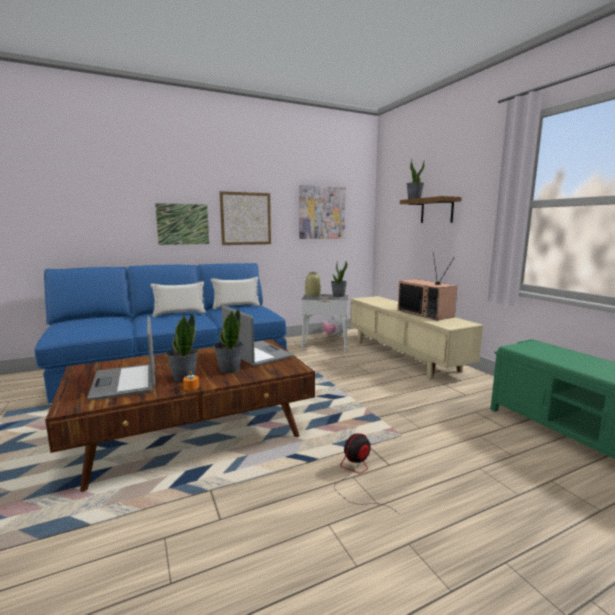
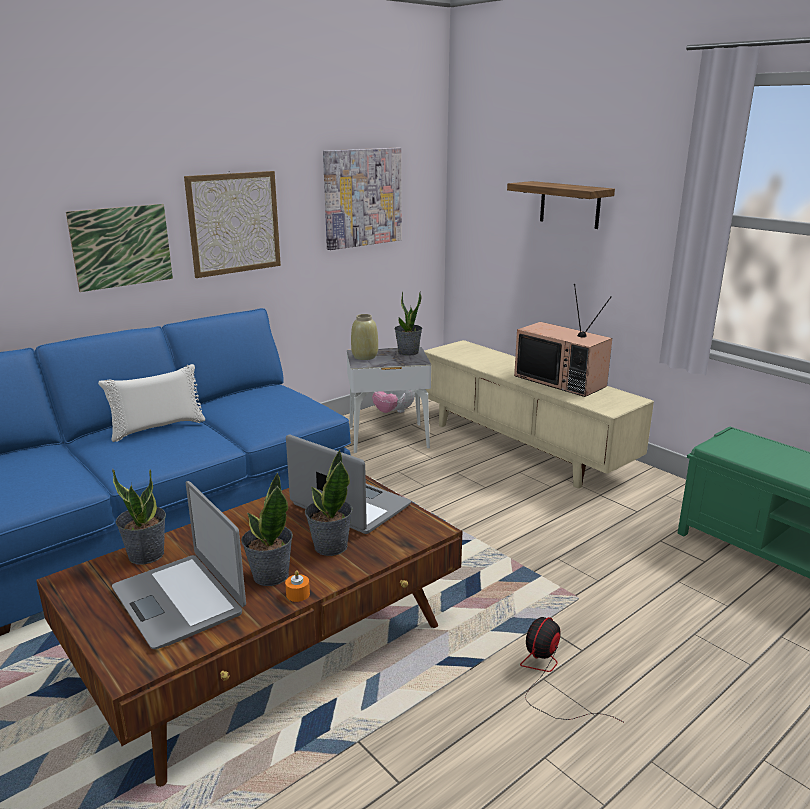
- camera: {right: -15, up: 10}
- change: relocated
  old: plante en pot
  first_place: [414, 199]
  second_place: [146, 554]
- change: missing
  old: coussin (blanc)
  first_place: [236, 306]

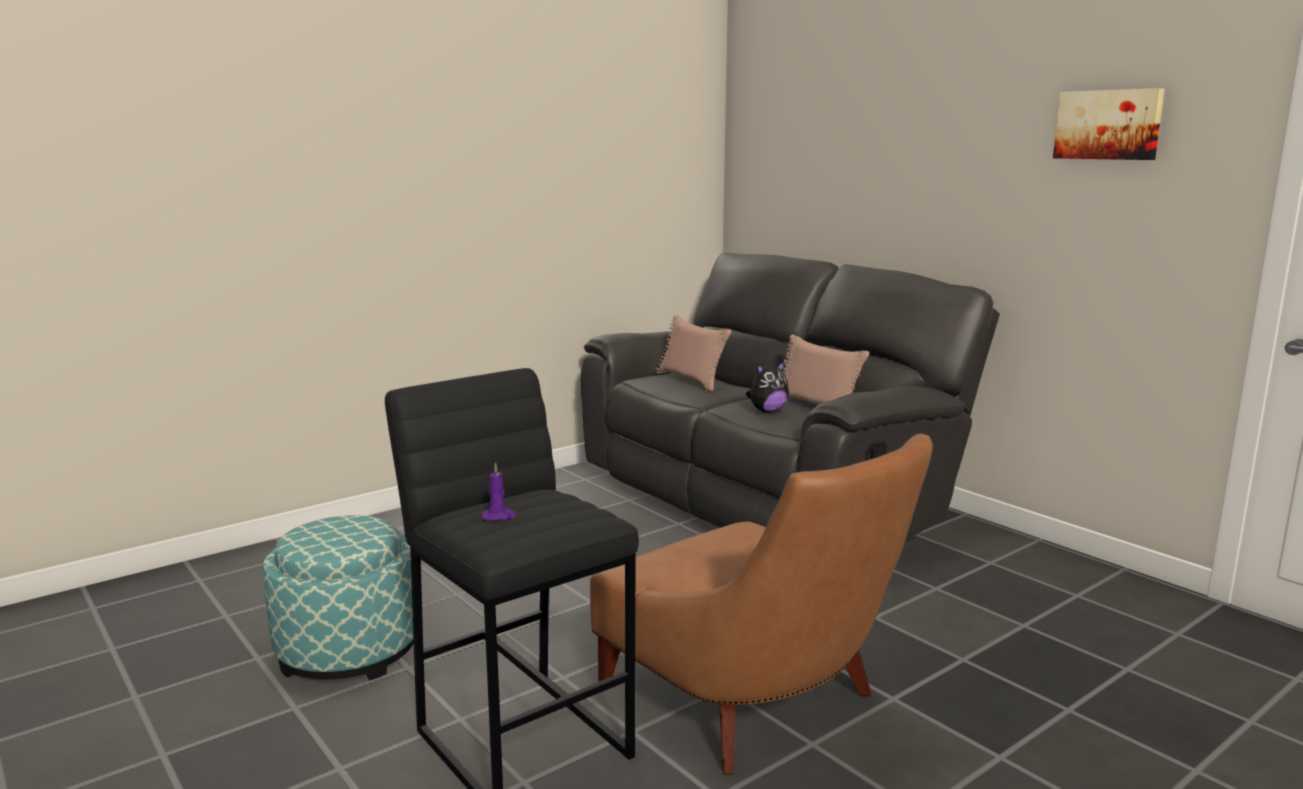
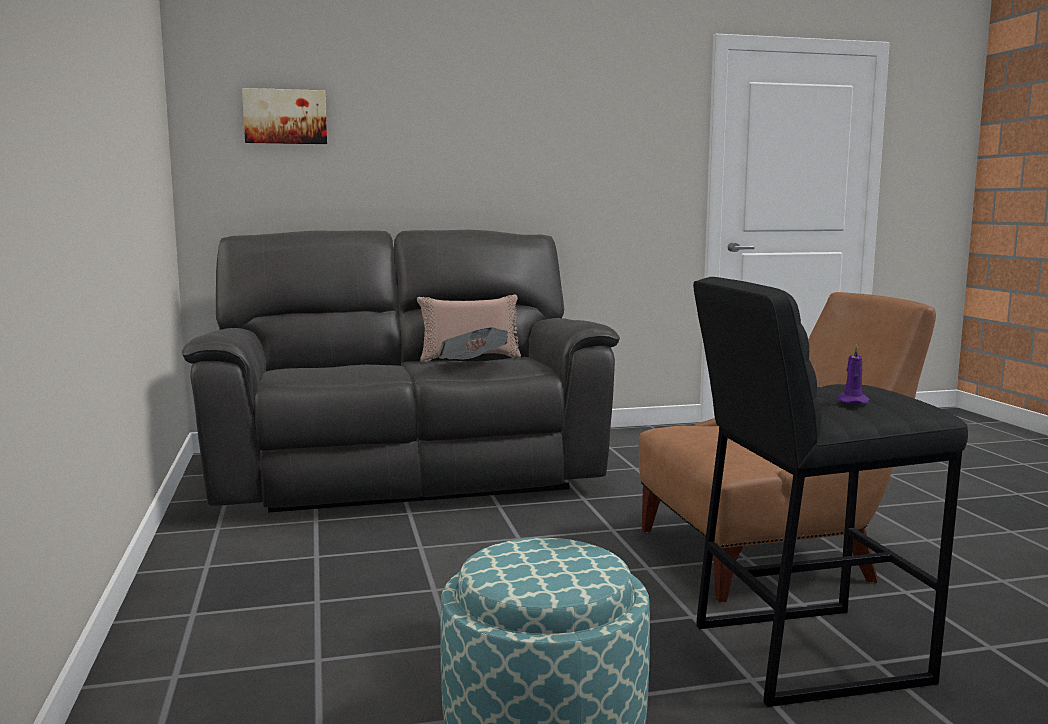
- camera: {right: -65, up: -5}
- change: relocated
  old: tableau
  first_place: [1108, 125]
  second_place: [285, 117]
- change: missing
  old: coussin (beige)
  first_place: [691, 381]
- change: exchanged
  old: peluche
  new: journal
  first_place: [767, 411]
  second_place: [473, 365]

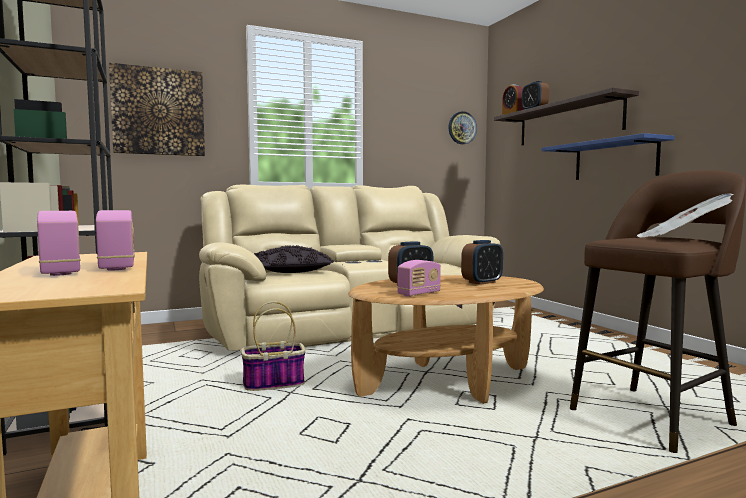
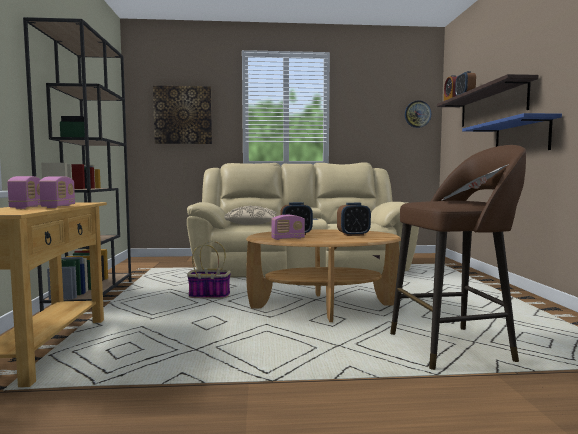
- camera: {right: 20, up: 0}
- change: colour
  old: coussin (noir)
  new: coussin (beige)
  first_place: [290, 271]
  second_place: [251, 223]

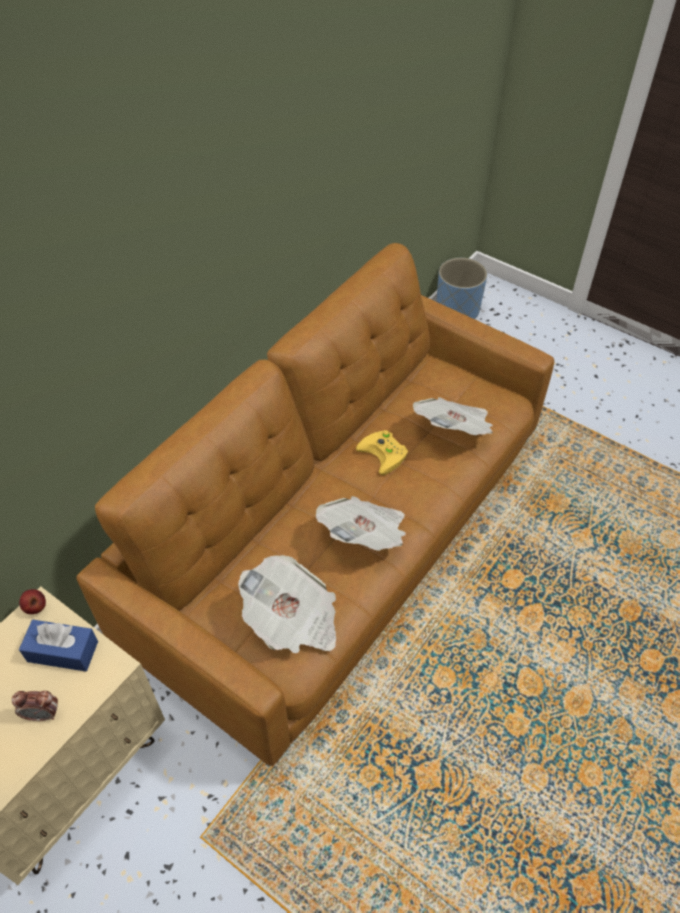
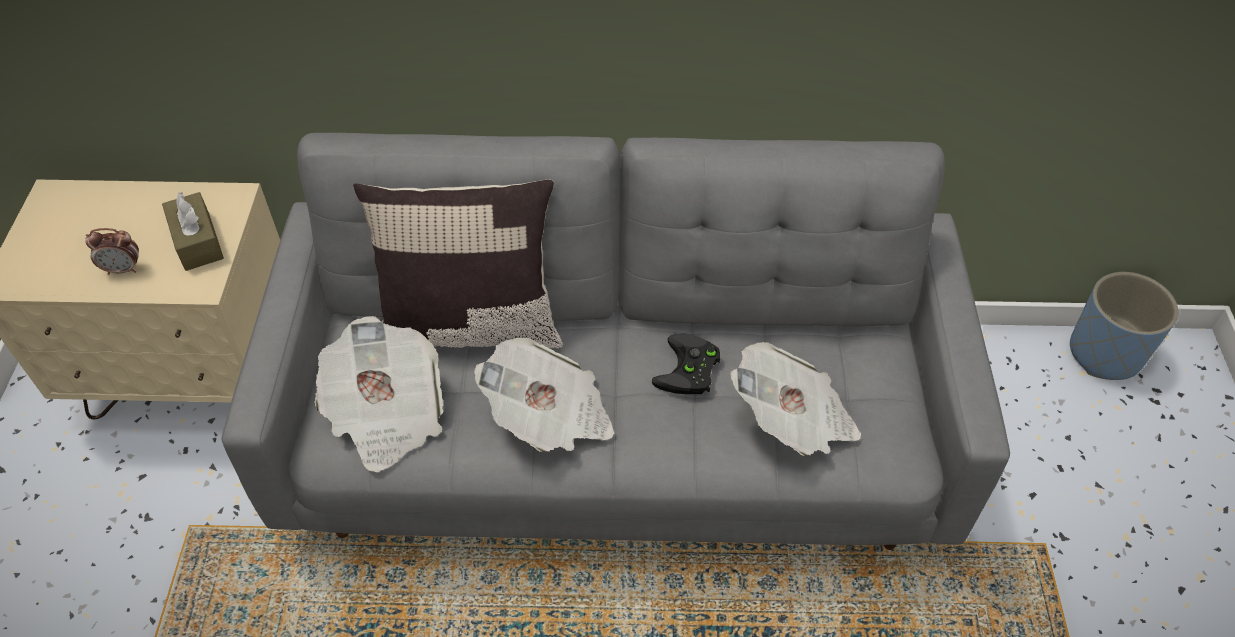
- camera: {right: 55, up: 0}
- change: colour
  old: canapé (marron)
  new: canapé (gris)
  first_place: [340, 543]
  second_place: [618, 440]
- change: colour
  old: manette (jaune)
  new: manette (noir)
  first_place: [385, 454]
  second_place: [689, 371]
- change: missing
  old: pomme
  first_place: [36, 607]
- change: colour
  old: boîte à mouchoirs (bleu)
  new: boîte à mouchoirs (marron)
  first_place: [63, 651]
  second_place: [197, 241]
- change: spun
  old: réveil
  first_place: [43, 714]
  second_place: [124, 269]
  degrees: -60
- change: appeared
  new: coussin
  second_place: [472, 325]

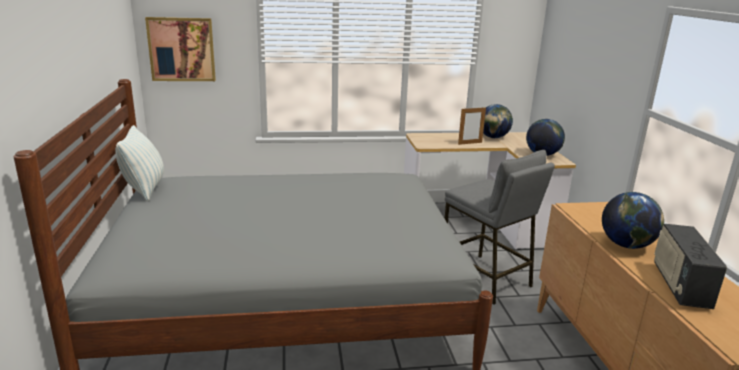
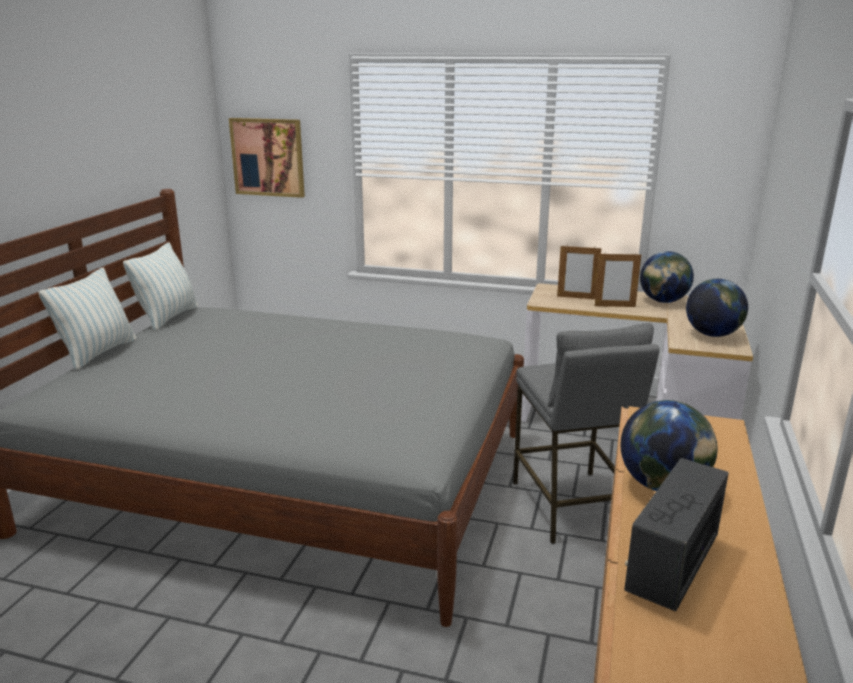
- camera: {right: 25, up: 0}
- change: appeared
  new: cadre photo
  second_place: [576, 297]
- change: appeared
  new: coussin
  second_place: [98, 353]

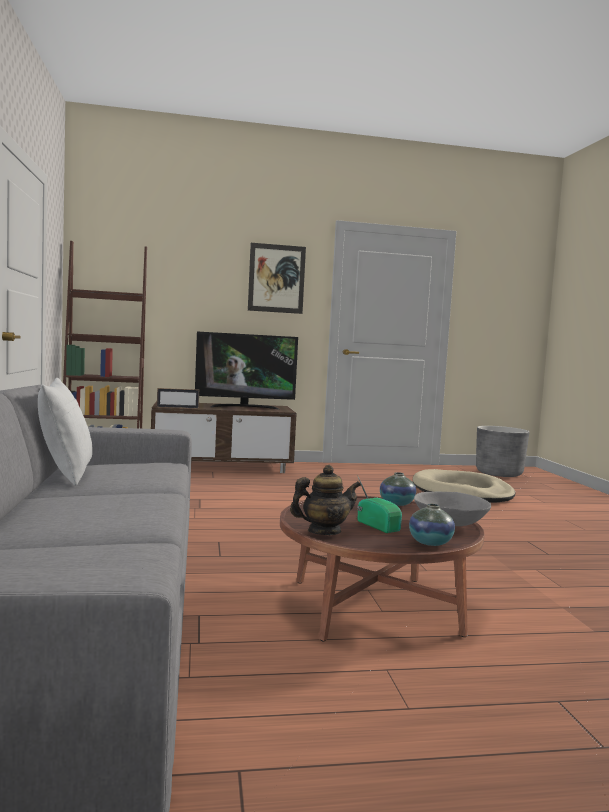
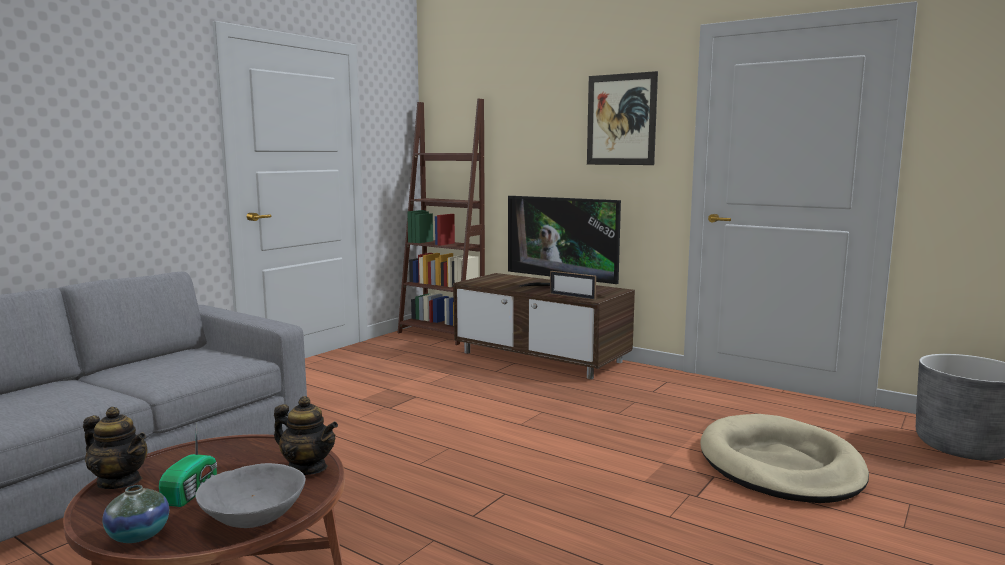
- camera: {right: 45, up: 5}
- change: missing
  old: coussin (gris)
  first_place: [65, 475]
- change: relocated
  old: cadre photo
  first_place: [177, 407]
  second_place: [572, 296]
- change: exchanged
  old: vase
  new: théière
  first_place: [396, 504]
  second_place: [307, 468]

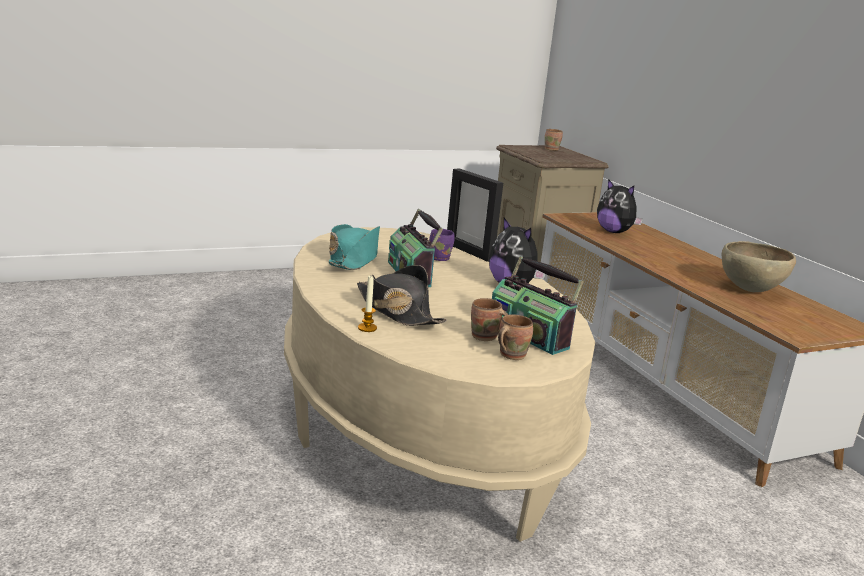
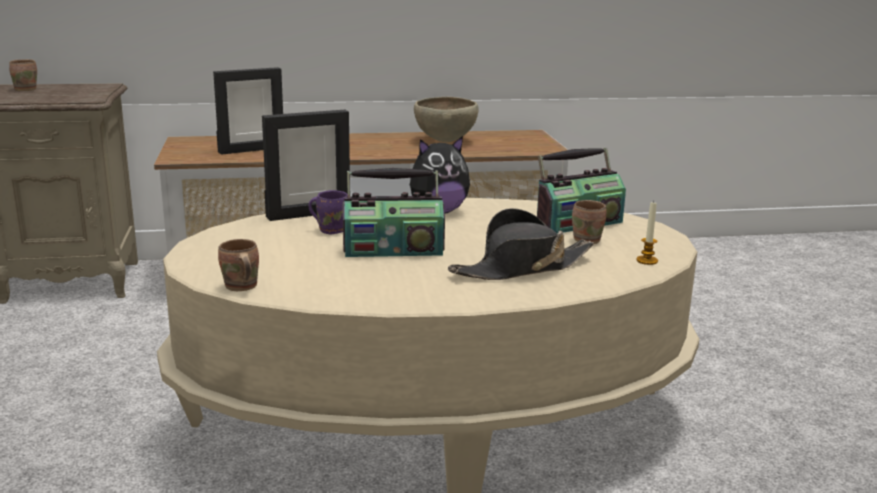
- camera: {right: -75, up: 0}
- change: exchanged
  old: peluche
  new: cadre photo
  first_place: [614, 232]
  second_place: [251, 149]
- change: missing
  old: chapeau (turquoise)
  first_place: [354, 259]
- change: relocated
  old: bougie
  first_place: [367, 328]
  second_place: [647, 261]
- change: relocated
  old: mug (marron)
  first_place: [510, 355]
  second_place: [240, 287]

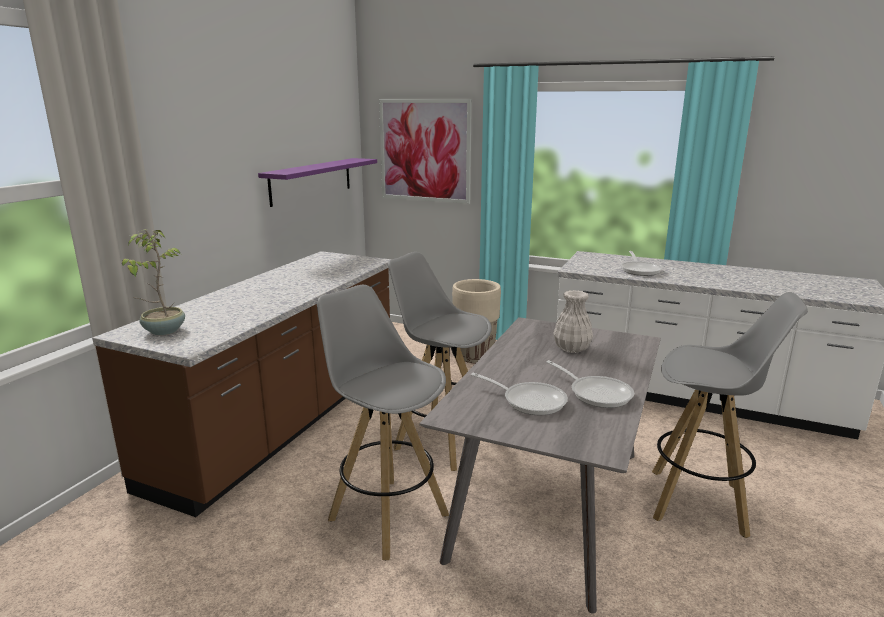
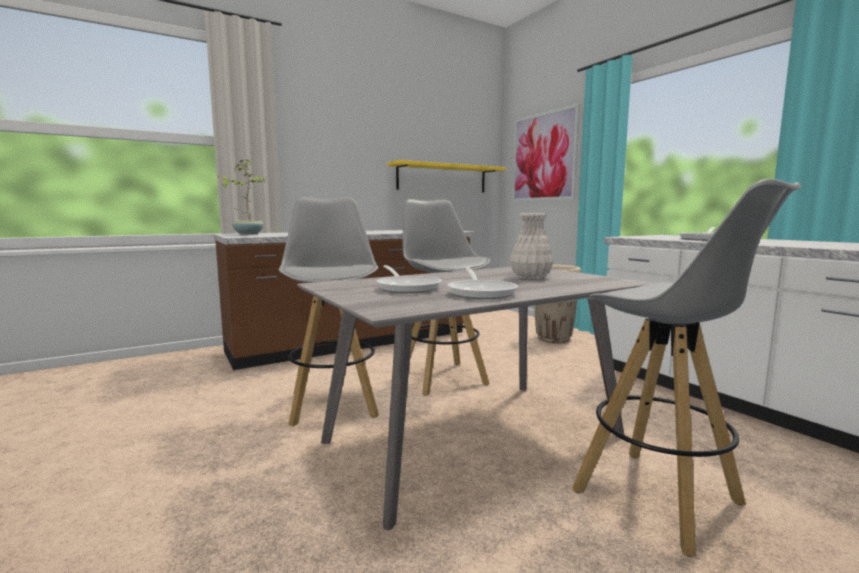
- camera: {right: 35, up: -10}
- change: colour
  old: étagère (violet)
  new: étagère (jaune)
  first_place: [312, 180]
  second_place: [442, 178]

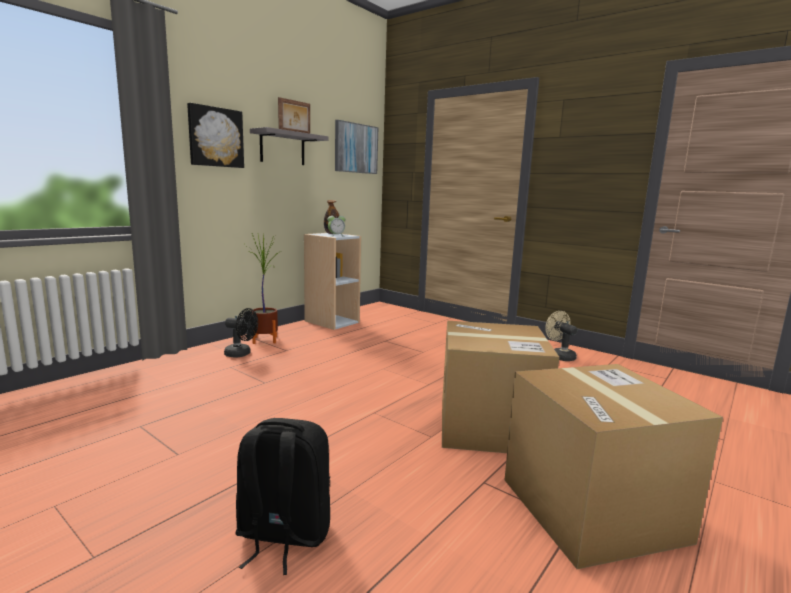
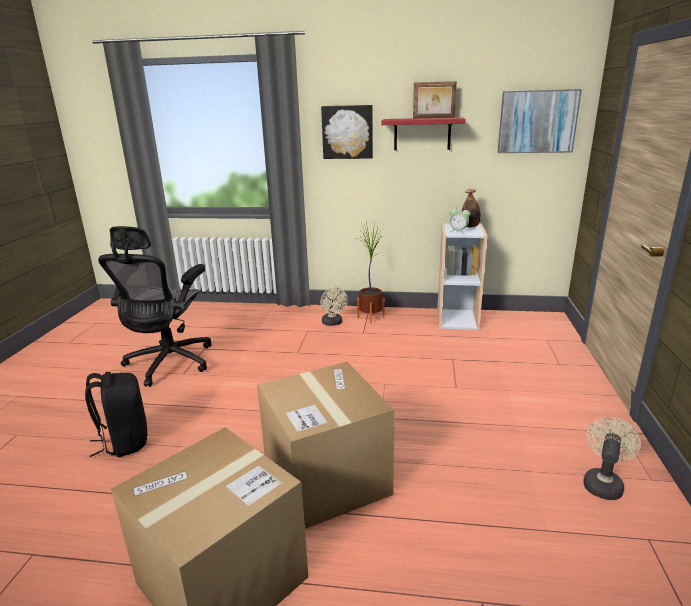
- camera: {right: 60, up: 10}
- change: colour
  old: étagère (gris)
  new: étagère (rouge)
  first_place: [282, 148]
  second_place: [422, 134]
- change: colour
  old: ventilateur (noir)
  new: ventilateur (beige)
  first_place: [241, 354]
  second_place: [333, 323]
- change: appeared
  new: chaise de bureau
  second_place: [170, 363]

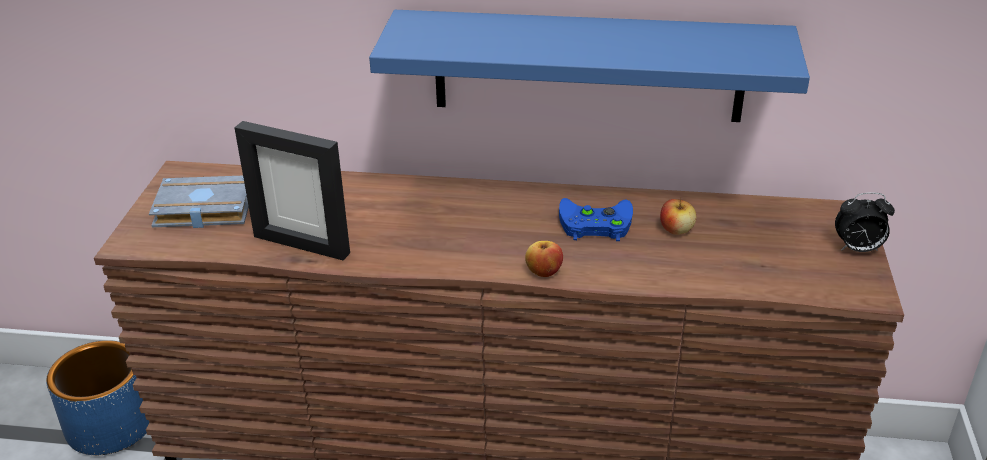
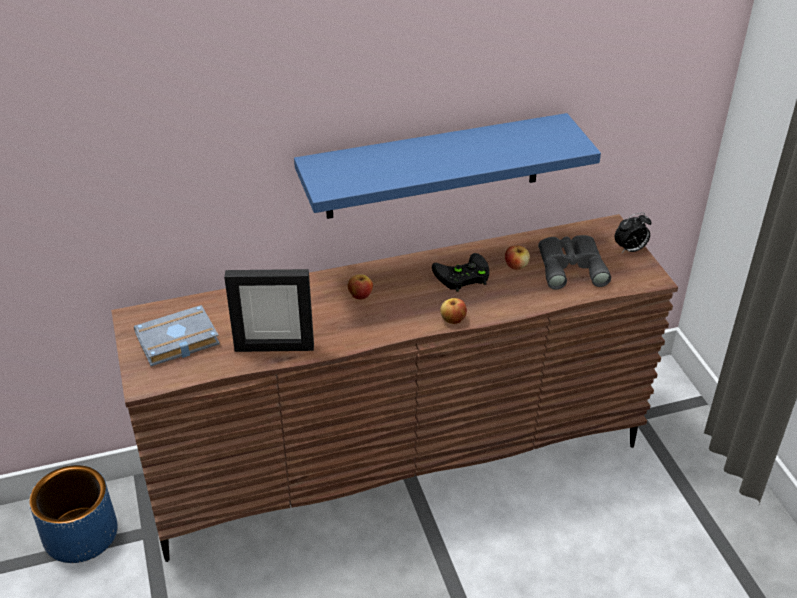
- camera: {right: -25, up: 5}
- change: colour
  old: manette (bleu)
  new: manette (noir)
  first_place: [593, 224]
  second_place: [461, 276]
- change: appeared
  new: jumelles (gris)
  second_place: [571, 265]
- change: appeared
  new: pomme
  second_place: [360, 295]

